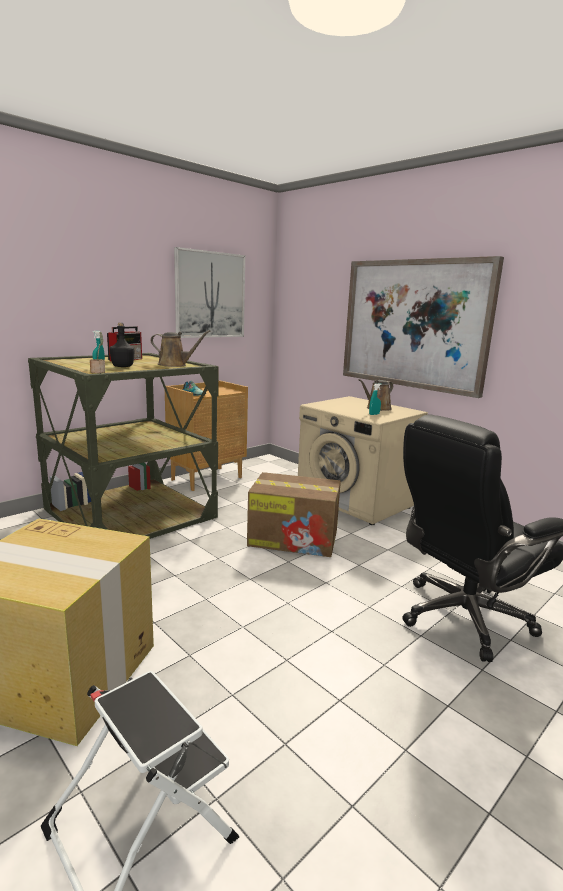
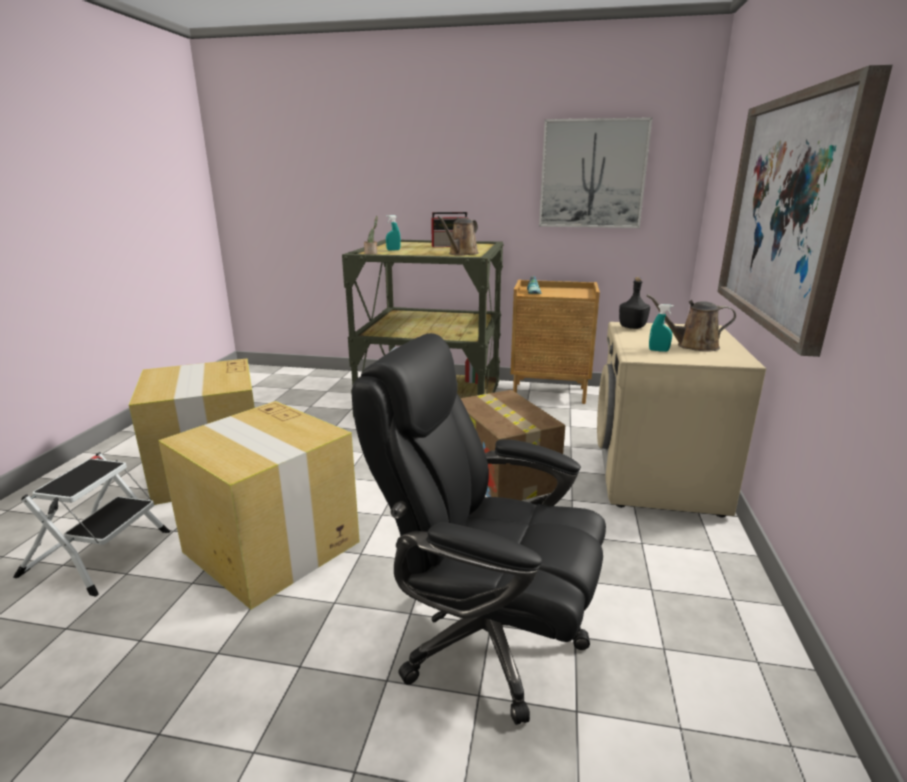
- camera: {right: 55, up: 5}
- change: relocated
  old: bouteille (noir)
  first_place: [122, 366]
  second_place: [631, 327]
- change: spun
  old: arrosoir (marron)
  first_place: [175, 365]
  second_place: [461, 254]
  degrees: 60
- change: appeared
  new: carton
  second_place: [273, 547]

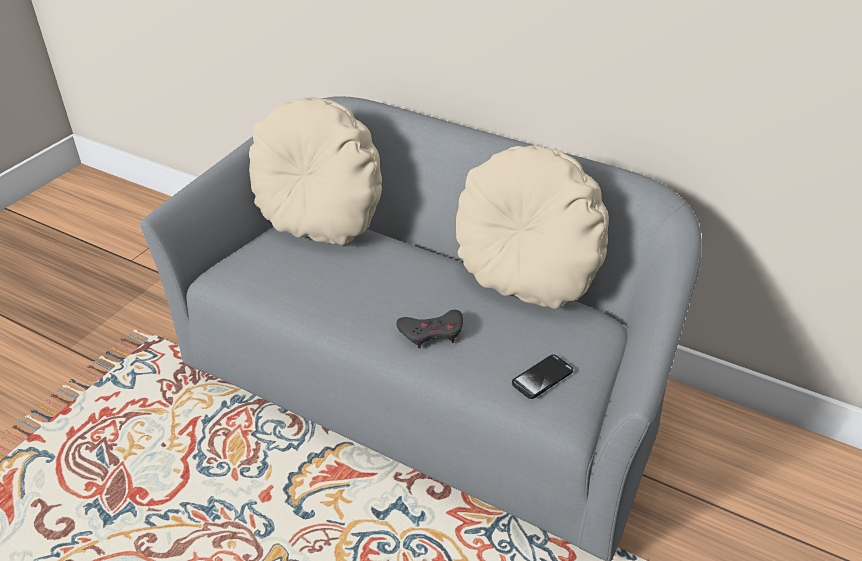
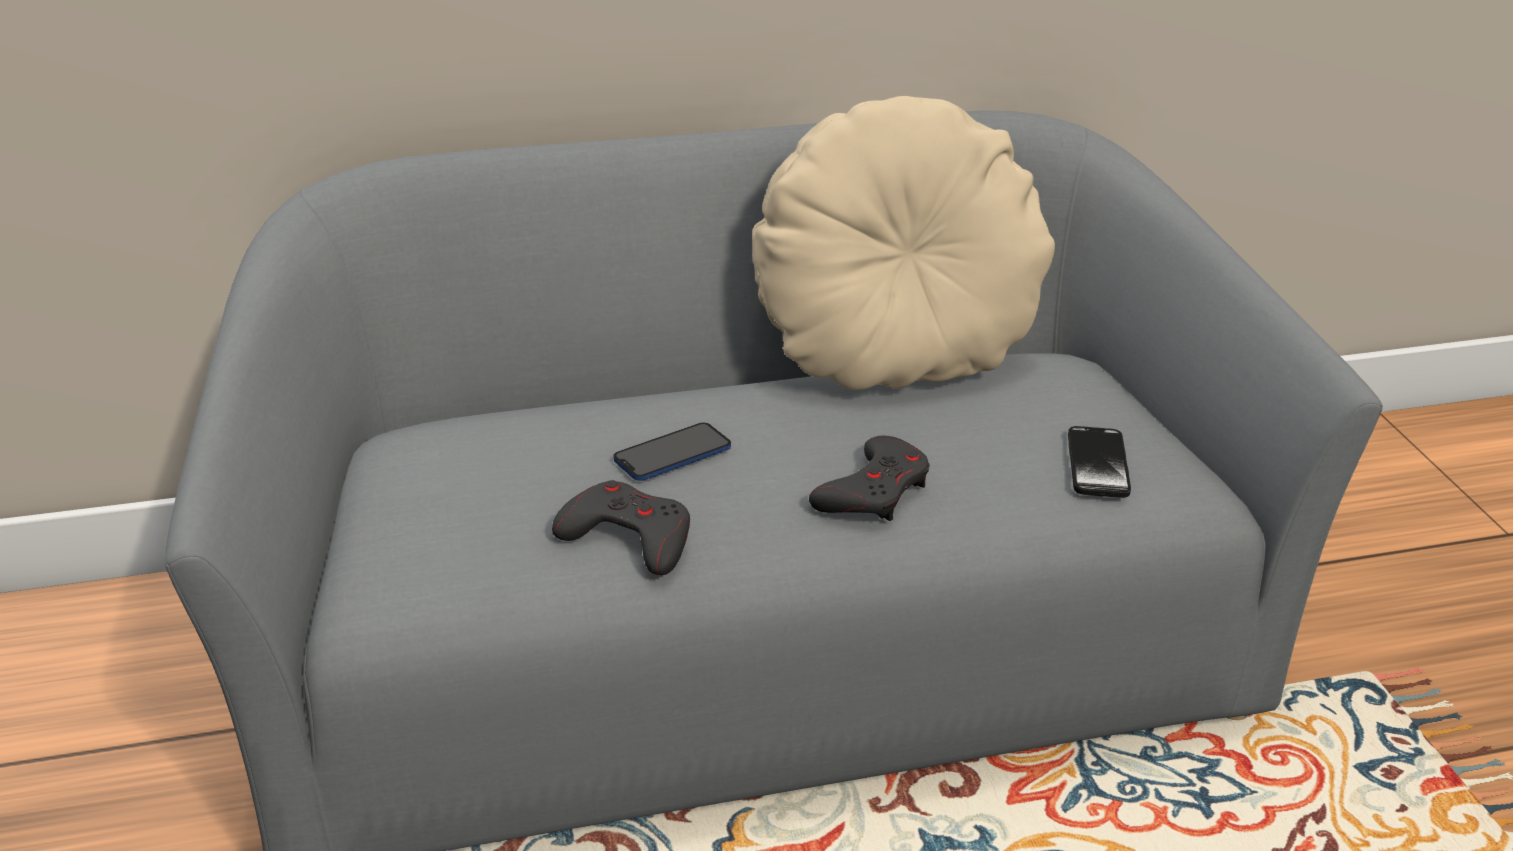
- camera: {right: -45, up: -5}
- change: missing
  old: coussin (beige)
  first_place: [320, 226]
- change: appeared
  new: téléphone
  second_place: [672, 454]
- change: appeared
  new: manette (gris)
  second_place: [628, 537]

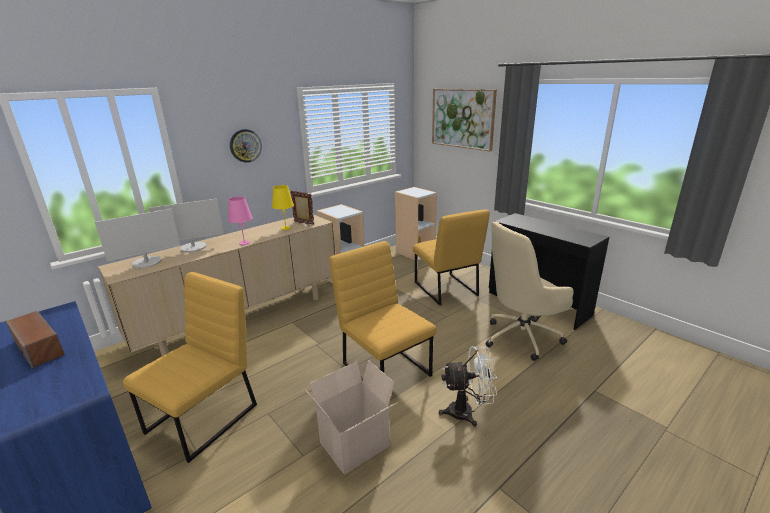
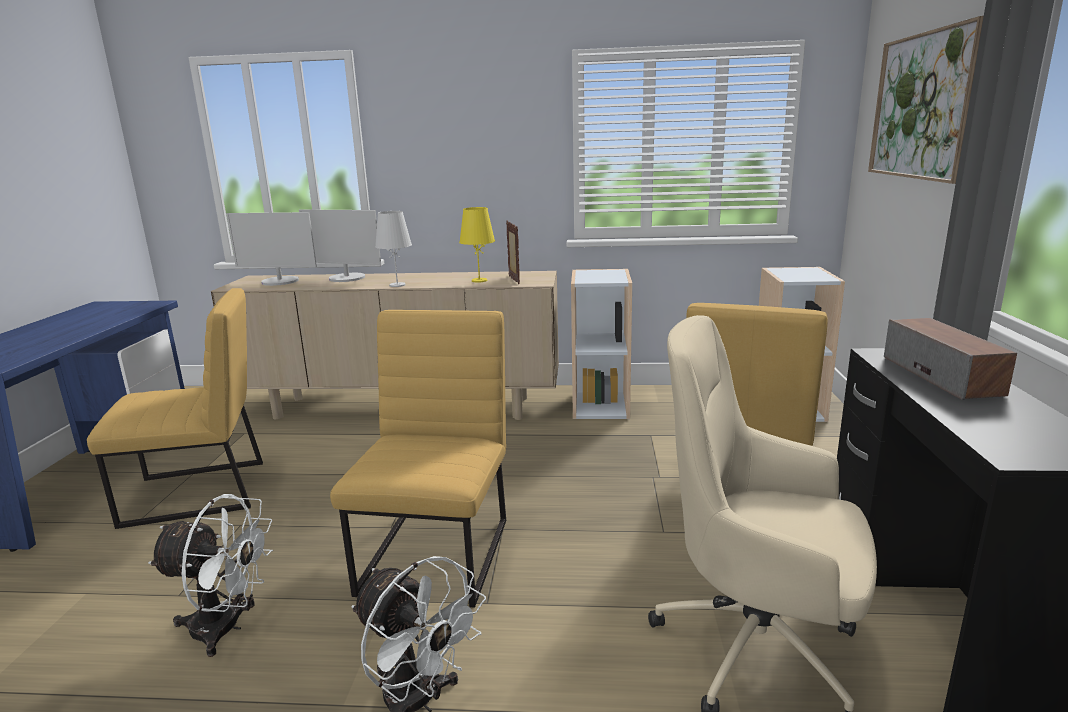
- camera: {right: 45, up: -5}
- change: missing
  old: horloge murale
  first_place: [245, 145]
- change: colour
  old: lampe de table (rose)
  new: lampe de table (blanc)
  first_place: [244, 243]
  second_place: [397, 285]
- change: relocated
  old: enceinte
  first_place: [39, 347]
  second_place: [941, 375]
- change: exchanged
  old: carton
  new: ventilateur (blanc)
  first_place: [355, 446]
  second_place: [227, 628]

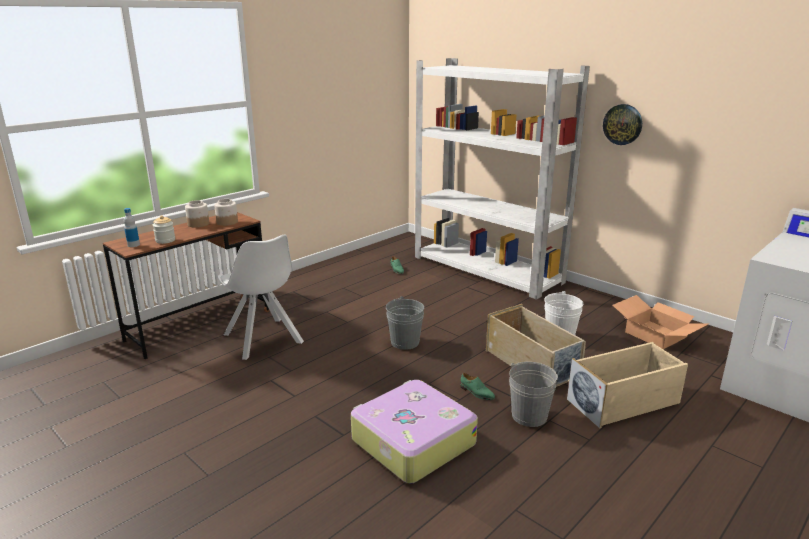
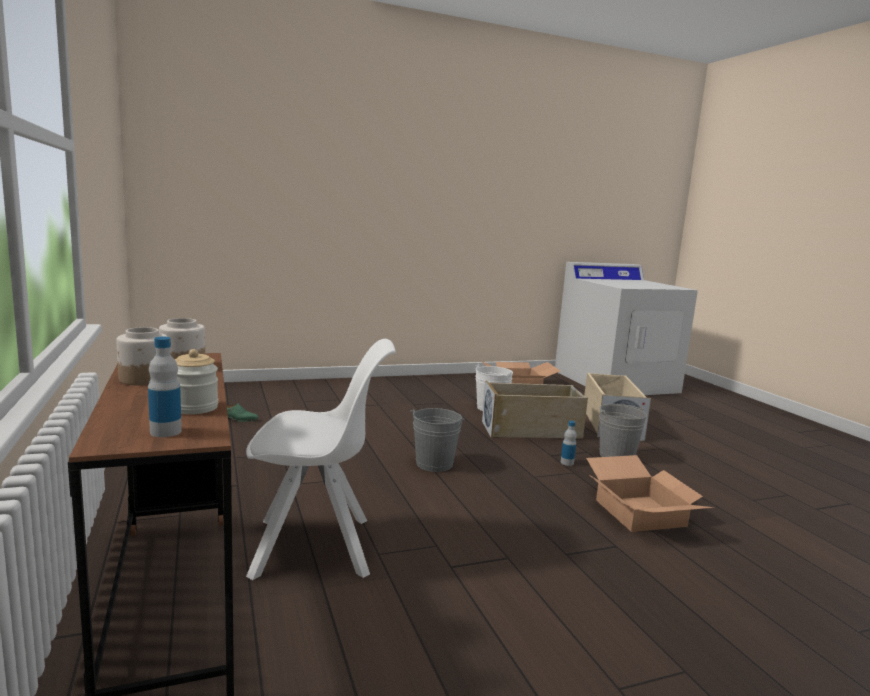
- camera: {right: -65, up: -10}
- change: missing
  old: bibliothèque (blanc)
  first_place: [486, 269]
- change: missing
  old: horloge murale
  first_place: [622, 124]
- change: exchanged
  old: chaussure (vert)
  new: bouteille
  first_place: [477, 393]
  second_place: [567, 463]
- change: exchanged
  old: valise
  new: carton
  first_place: [411, 441]
  second_place: [642, 513]

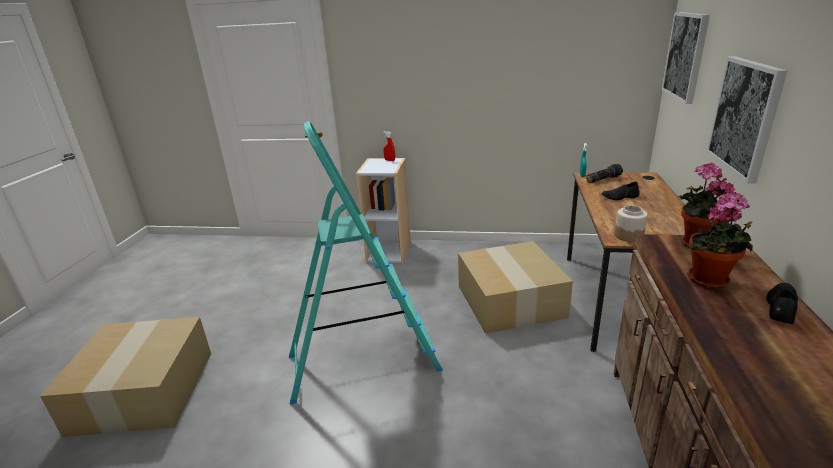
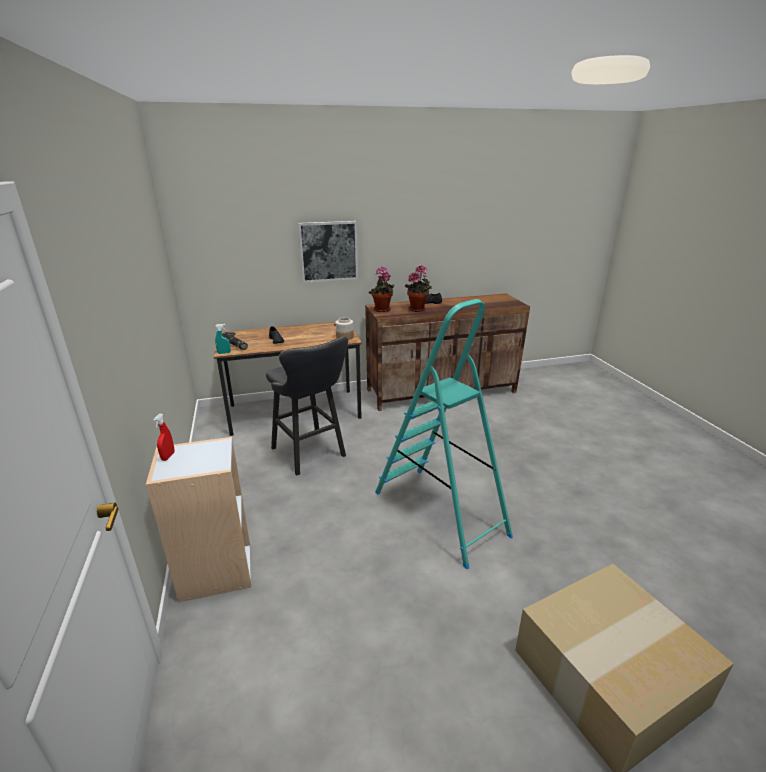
- camera: {right: -115, up: 0}
- change: missing
  old: tableau
  first_place: [686, 56]
- change: exchanged
  old: carton
  new: tabouret (noir)
  first_place: [508, 300]
  second_place: [312, 456]

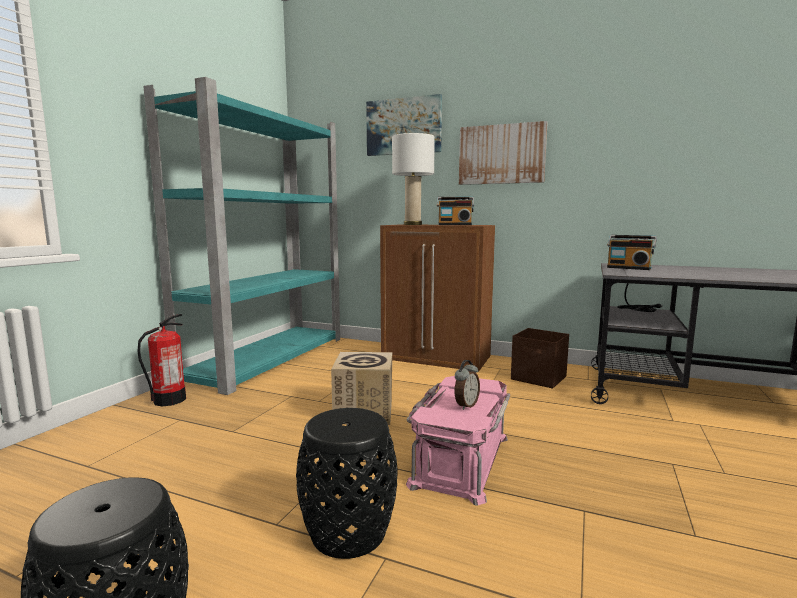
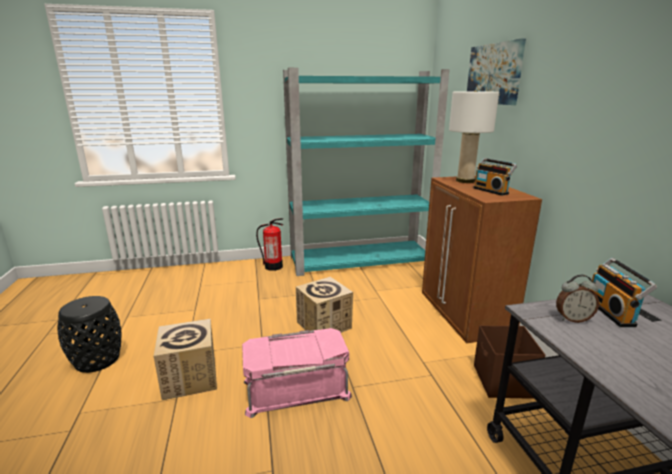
- camera: {right: 55, up: 10}
- change: missing
  old: tableau
  first_place: [501, 154]
- change: relocated
  old: réveil
  first_place: [465, 405]
  second_place: [572, 319]
- change: exchanged
  old: tabouret (noir)
  new: carton
  first_place: [348, 533]
  second_place: [190, 378]

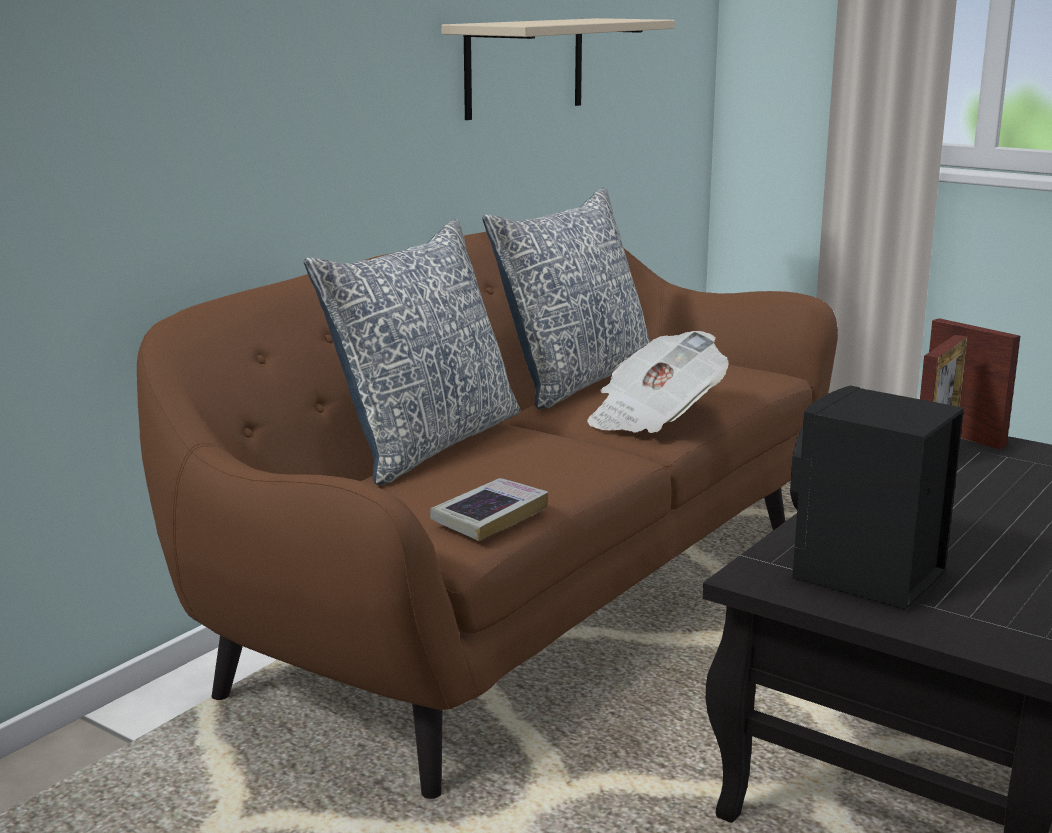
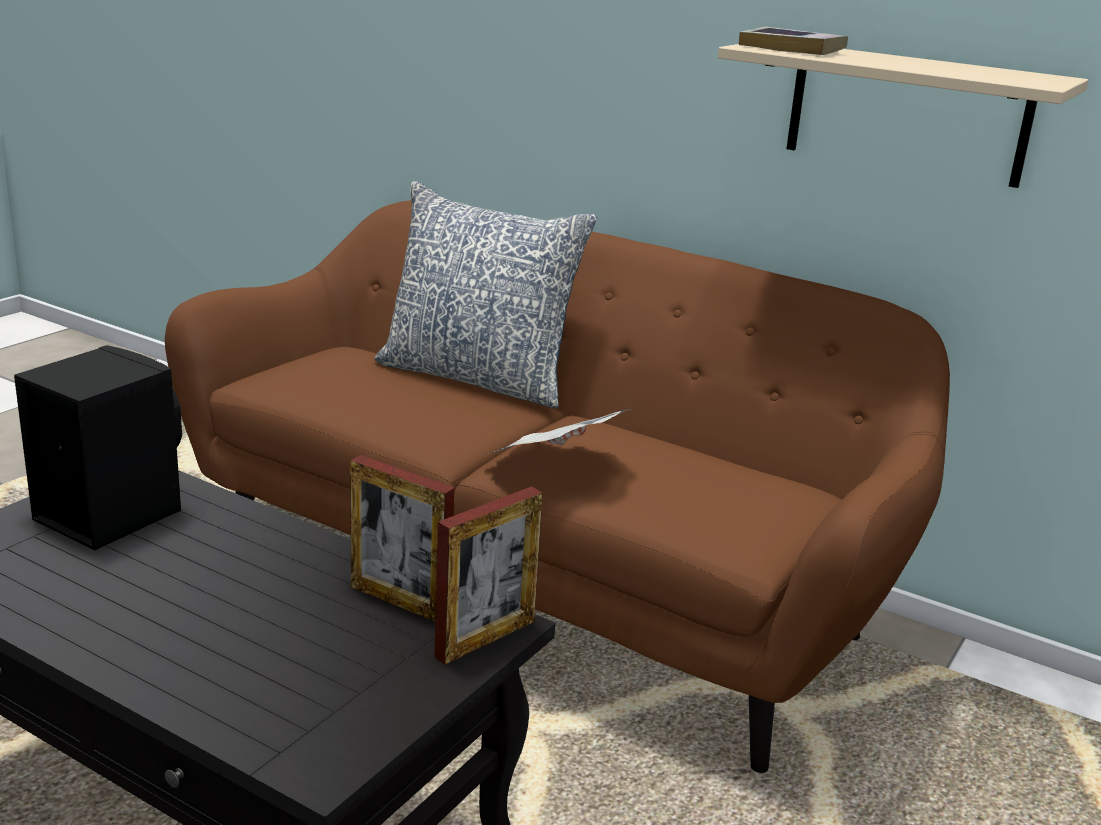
- camera: {right: 85, up: 5}
- change: missing
  old: coussin
  first_place: [575, 380]
- change: relocated
  old: livre
  first_place: [489, 516]
  second_place: [792, 49]

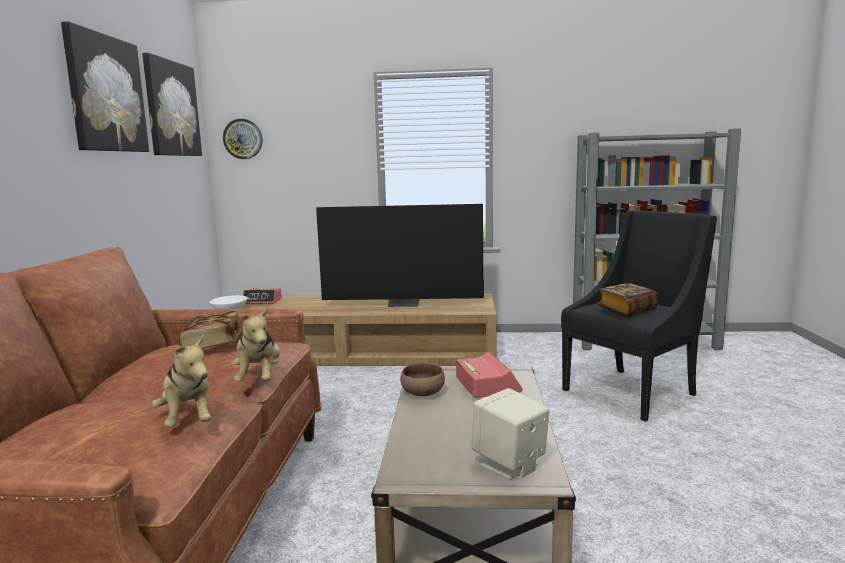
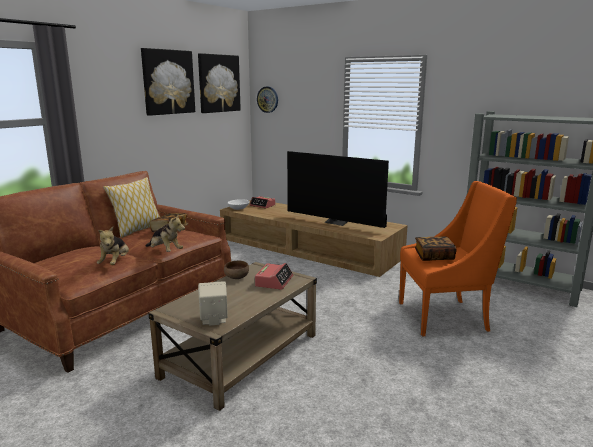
- camera: {right: 30, up: 5}
- change: colour
  old: fauteuil (noir)
  new: fauteuil (orange)
  first_place: [632, 391]
  second_place: [445, 316]
- change: spun
  old: peluche
  first_place: [260, 379]
  second_place: [165, 251]
  degrees: -75
- change: appeared
  new: coussin
  second_place: [137, 230]

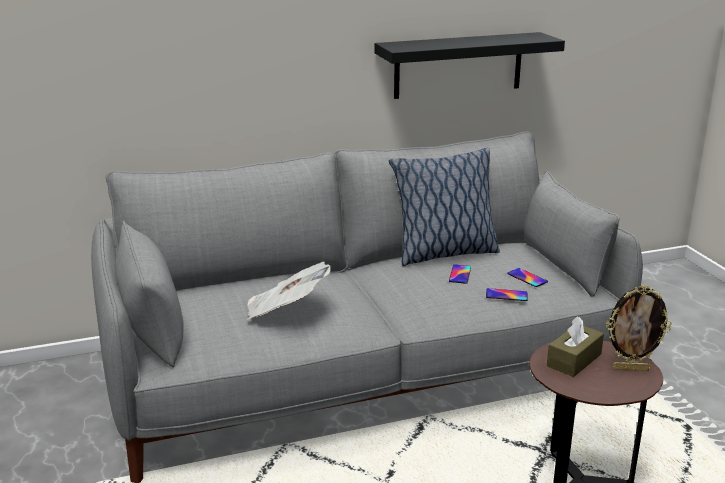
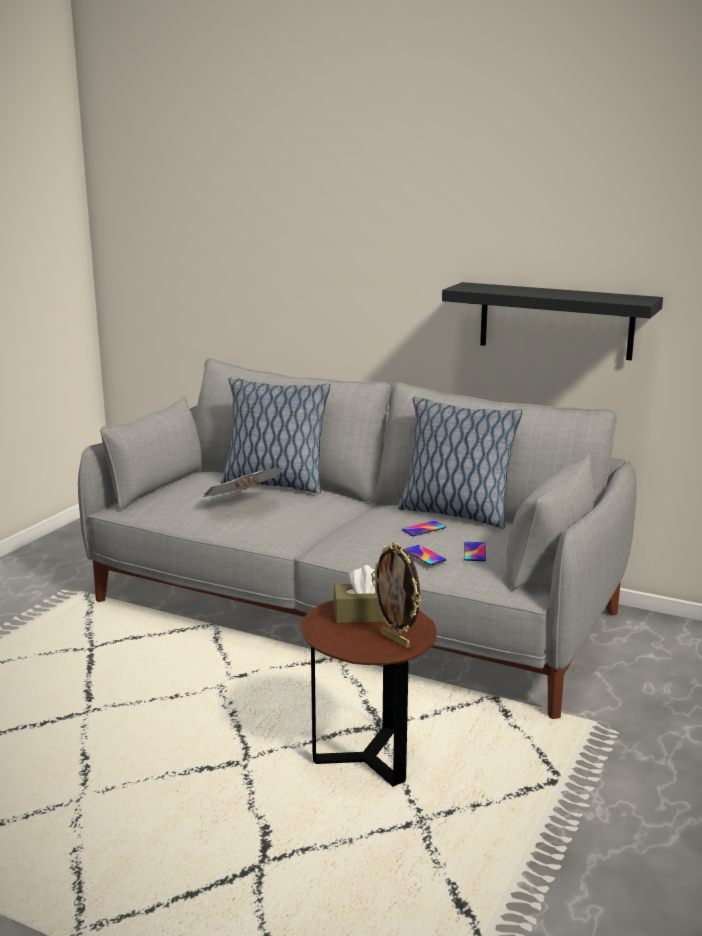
- camera: {right: 45, up: -5}
- change: appeared
  new: coussin
  second_place: [274, 484]

